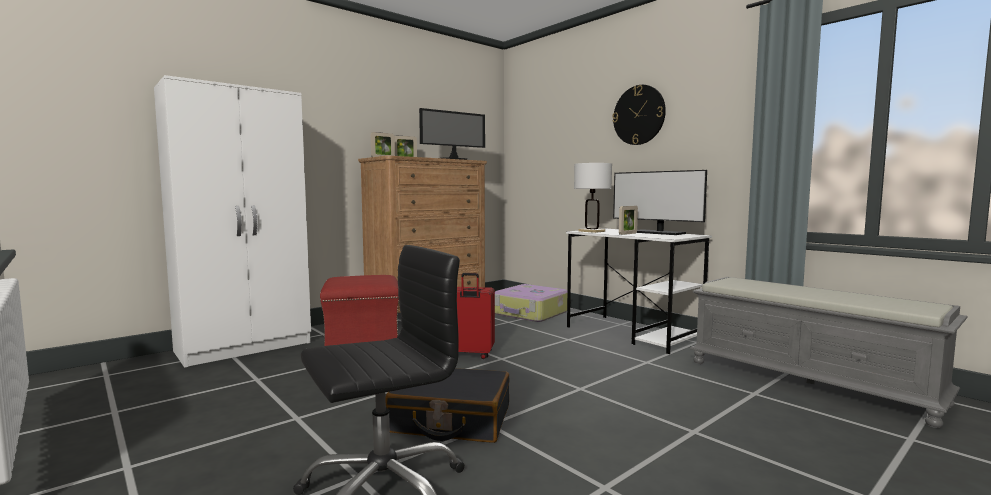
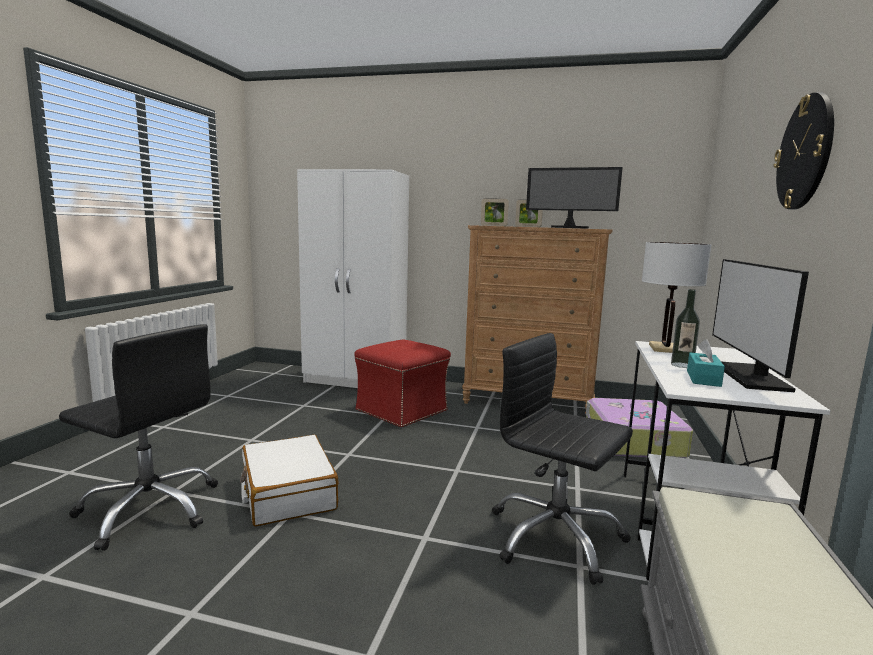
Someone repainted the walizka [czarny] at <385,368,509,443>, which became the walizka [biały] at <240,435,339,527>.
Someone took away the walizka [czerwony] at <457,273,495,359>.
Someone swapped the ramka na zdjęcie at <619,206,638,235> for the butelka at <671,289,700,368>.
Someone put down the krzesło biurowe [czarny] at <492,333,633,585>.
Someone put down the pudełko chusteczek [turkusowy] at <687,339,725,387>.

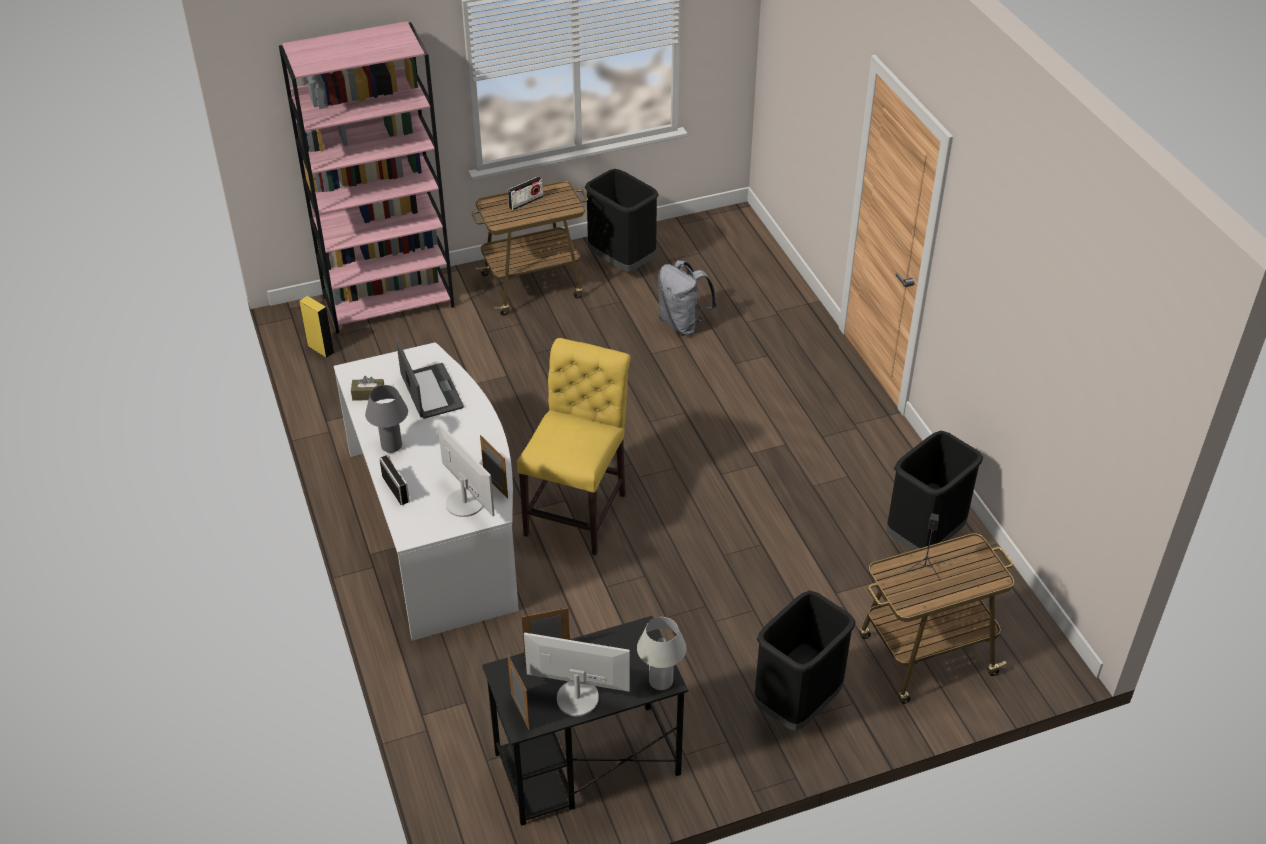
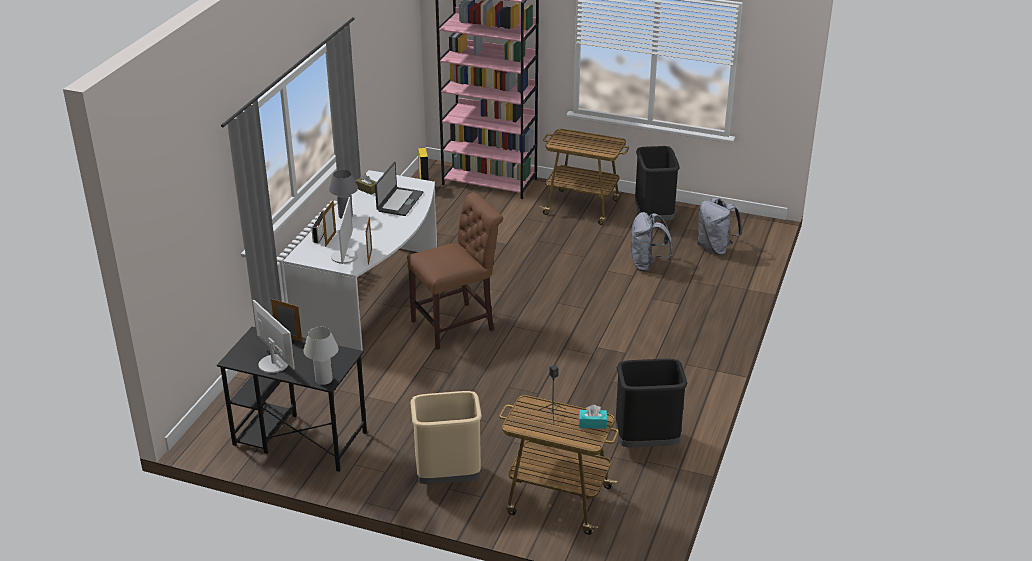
Someone took away the radio at <508,176,543,210>.
Someone carried the ramka na zdjęcie from <508,655,530,730> to <322,200,336,247>.
Someone repainted the krzesło [żółty] at <517,338,631,555>, which became the krzesło [brązowy] at <407,192,503,350>.
Someone repainted the kosz na śmieci [czarny] at <754,590,856,731>, which became the kosz na śmieci [beżowy] at <410,391,482,484>.
Someone put down the pudełko chusteczek [turkusowy] at <579,405,607,429>.
Someone put down the plecak [szary] at <697,198,742,255>.

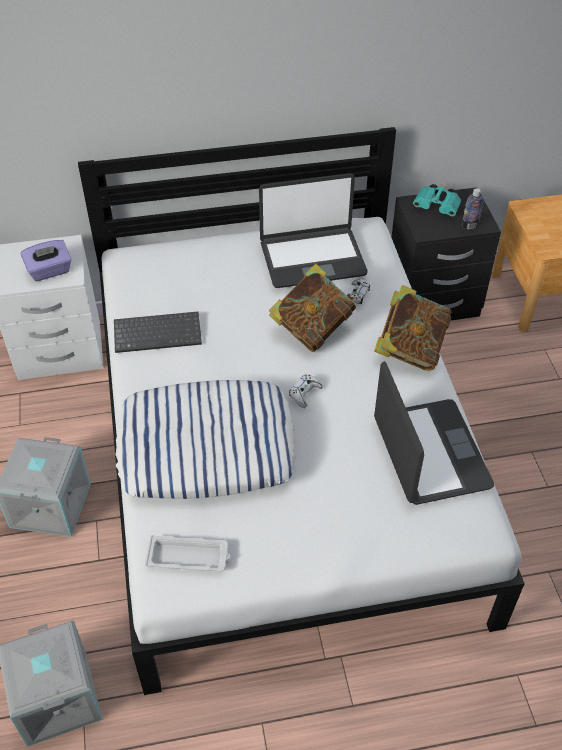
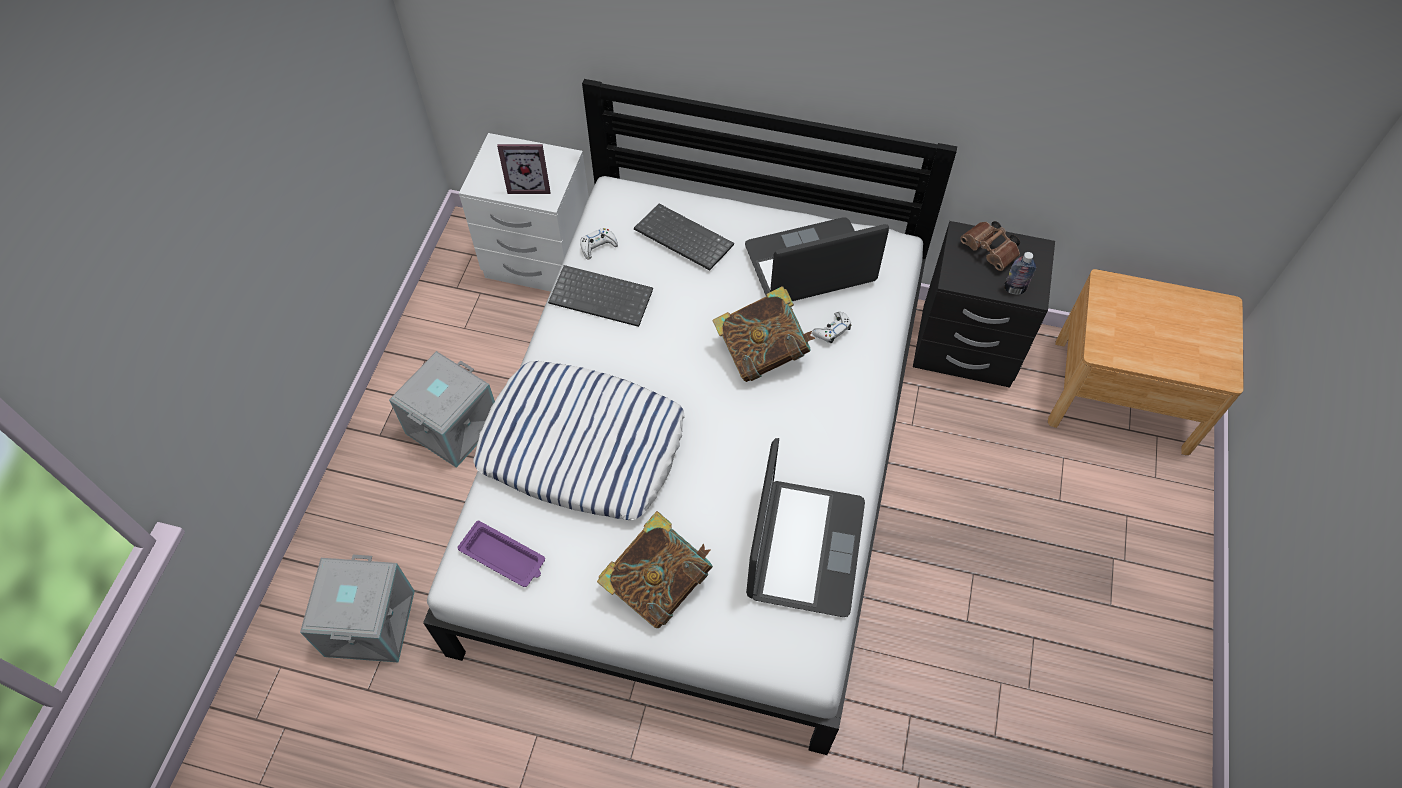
Someone swapped the pudełko chusteczek [fioletowy] at <20,240,71,281> for the ramka na zdjęcie at <497,144,550,194>.
Someone repainted the taca [biały] at <145,535,230,572>, which became the taca [fioletowy] at <457,520,545,587>.
Someone rotated the laptop at <259,173,368,288> by 150 degrees clockwise.
Someone carried the pad do gier [biały] from <289,375,323,408> to <580,228,618,260>.
Someone carried the książka from <374,285,451,371> to <597,511,713,628>.
Someone repainted the lornetka [turkusowy] at <413,184,461,216>, which became the lornetka [brązowy] at <960,221,1020,271>.
Someone put down the klawiatura at <634,204,734,270>.

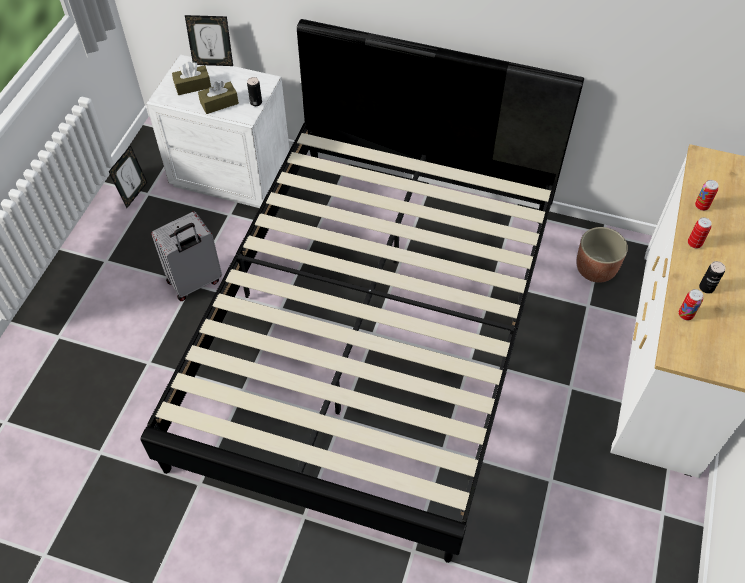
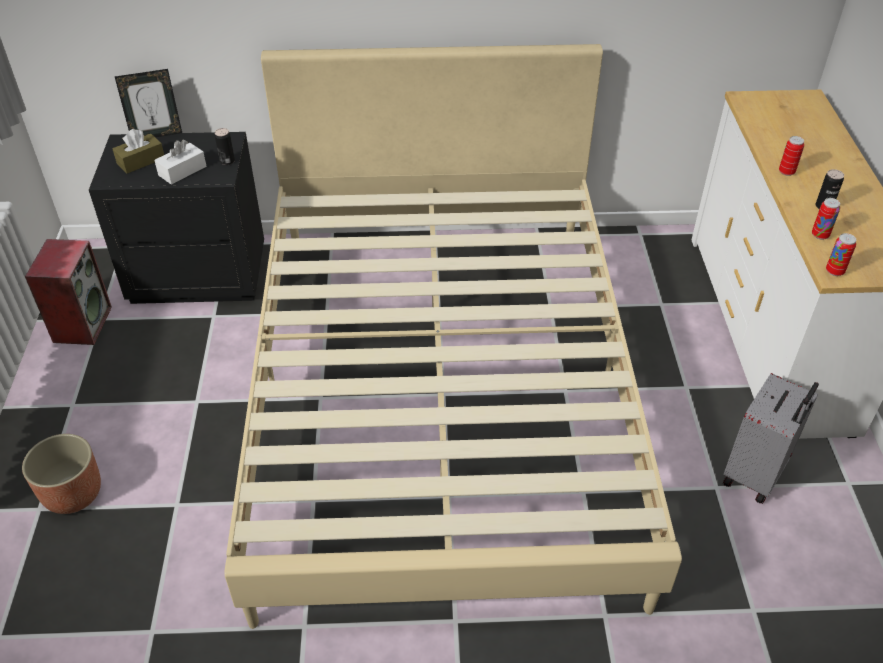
Someone swapped the ramka na zdjęcie at <108,145,147,208> for the głośnik at <25,239,112,345>.
Someone repainted the łóżko [czarny] at <140,19,584,563>, which became the łóżko [beżowy] at <224,44,682,629>.
Someone repainted the szafka nocna [biały] at <146,54,290,208>, which became the szafka nocna [czarny] at <89,132,264,304>.
Someone carried the walizka [szary] from <151,212,222,301> to <723,373,819,504>.
Someone repainted the pudełko chusteczek [brązowy] at <198,81,239,114>, which became the pudełko chusteczek [biały] at <154,140,206,185>.
Someone carried the donica from <576,227,628,283> to <22,434,101,514>.
Someone carried the puszka from <695,180,719,211> to <826,233,856,276>.

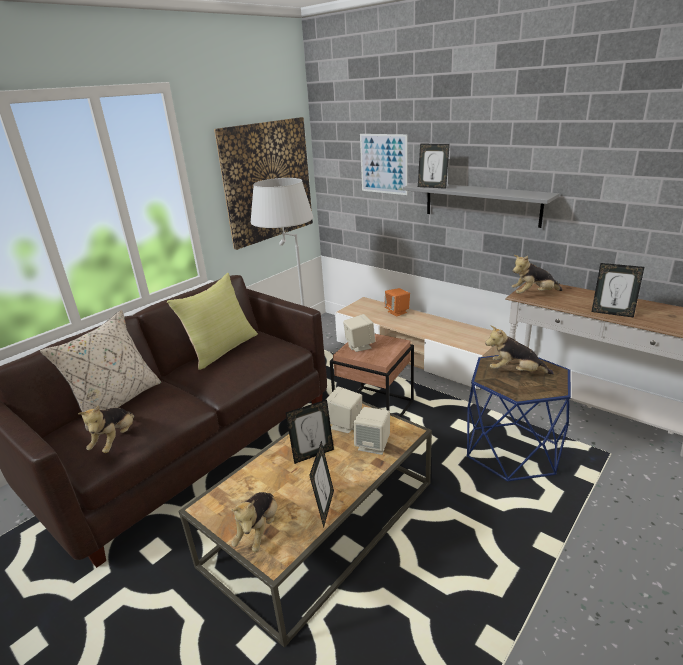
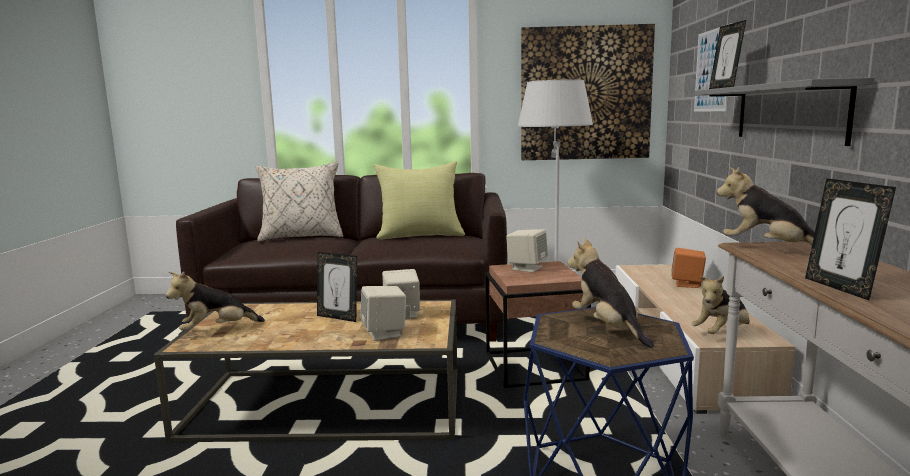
Someone carried the pluszak from <78,405,135,453> to <692,276,749,334>.
Someone took away the ramka na zdjęcie at <309,441,334,528>.

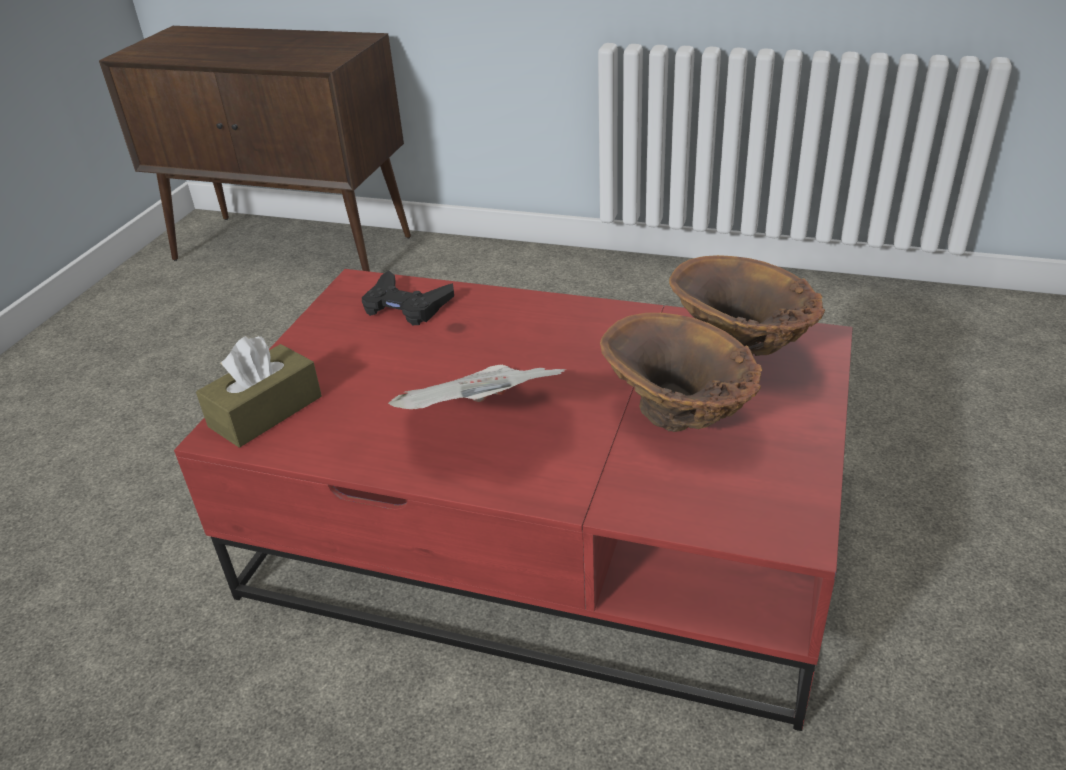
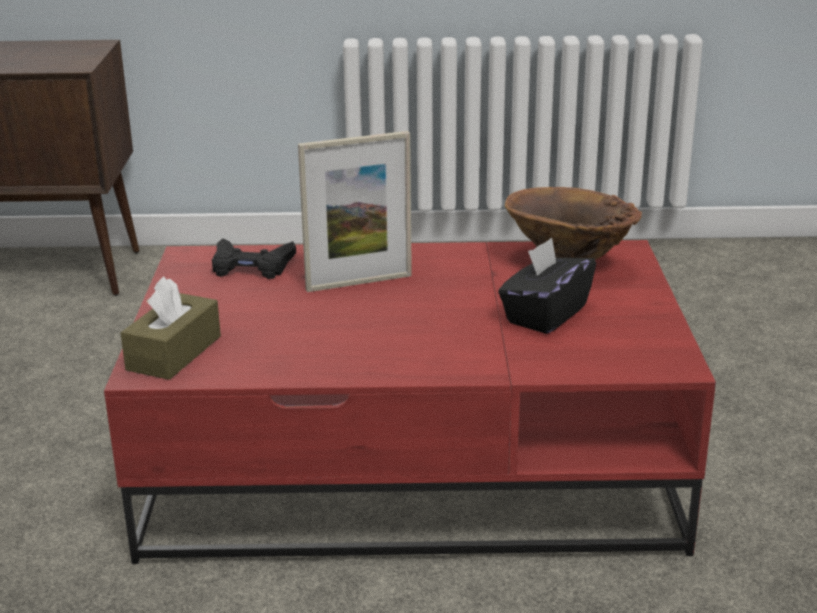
Someone took away the gazeta at <388,364,566,409>.
Someone swapped the wazon [brązowy] at <600,313,762,432> for the pudełko chusteczek [czarny] at <498,238,596,334>.
Someone put down the ramka na zdjęcie at <298,131,412,292>.

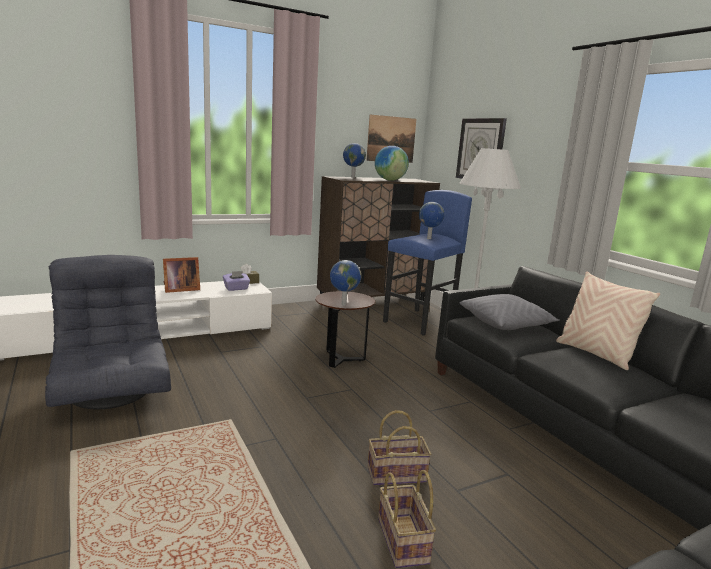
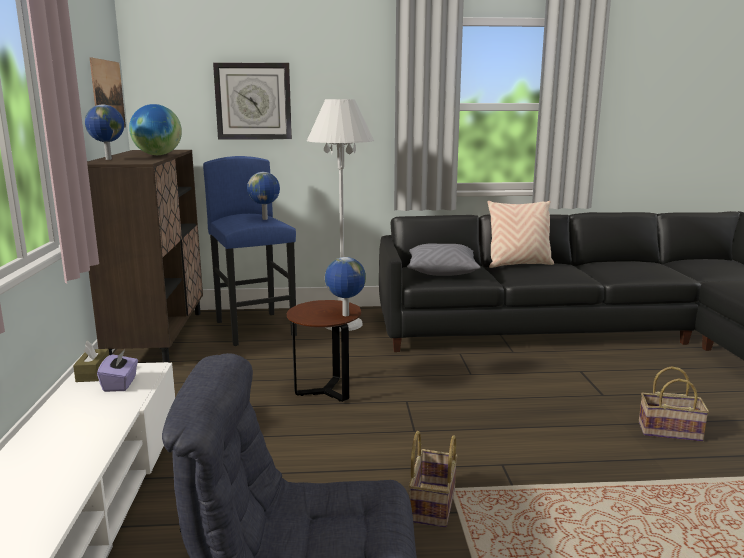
Someone took away the ramka na zdjęcie at <163,257,200,293>.
Someone carried the koszyk from <368,410,431,486> to <409,431,458,528>.

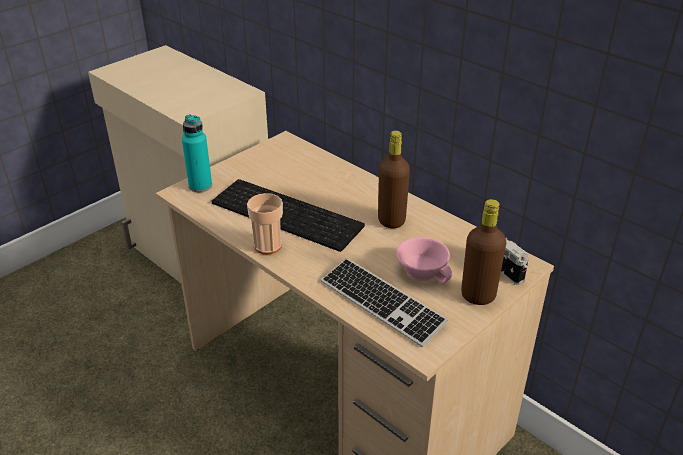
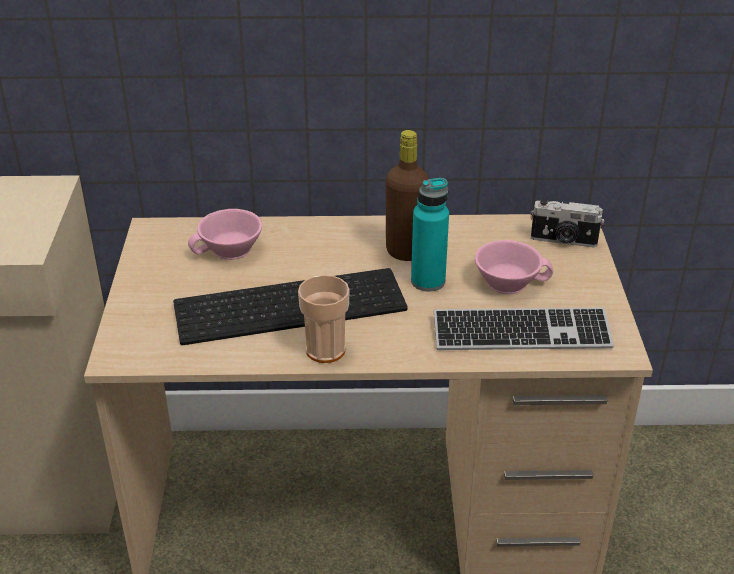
Someone carried the butelka [turkusowy] from <182,114,212,192> to <411,178,449,291>.
Someone took away the butelka [brązowy] at <461,199,506,305>.
Someone put down the filiżanka [różowy] at <188,209,262,260>.

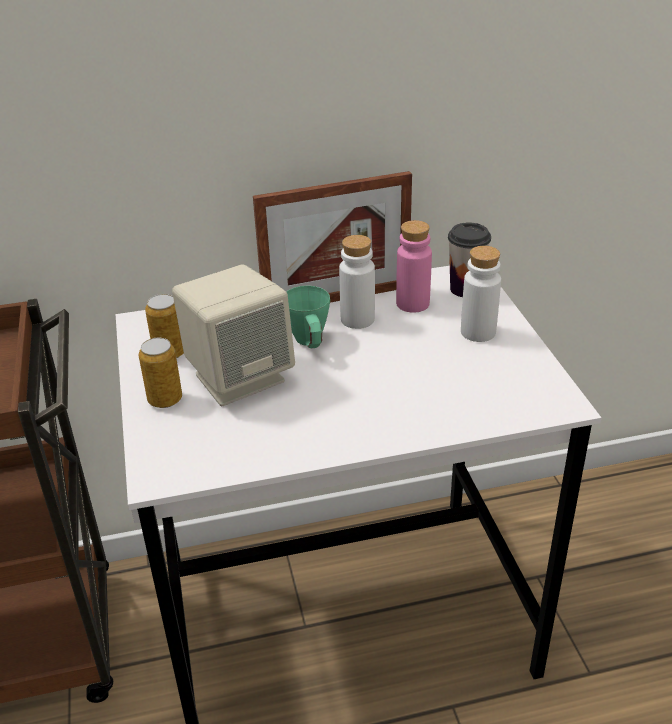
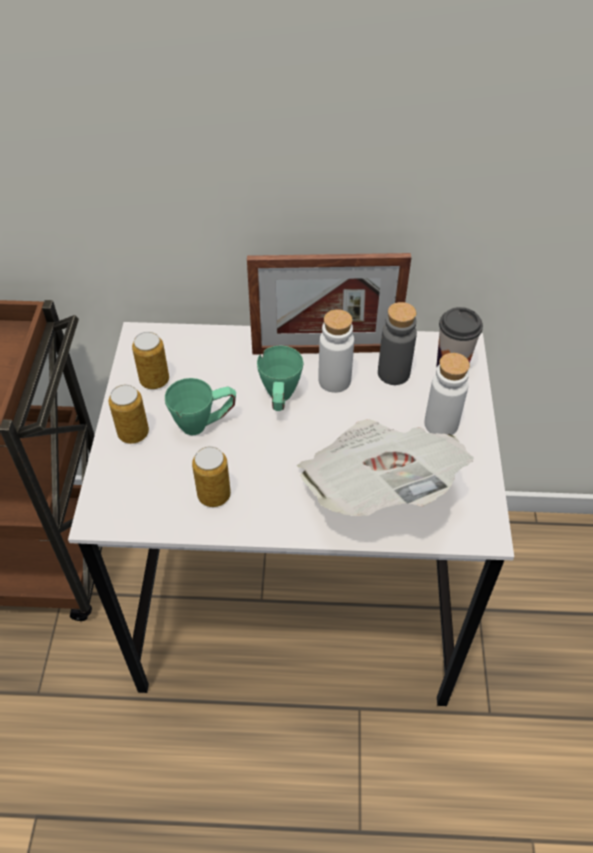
Someone swapped the głośnik [beżowy] at <172,264,295,406> for the kubek [zielony] at <165,378,236,435>.
Someone repainted the butelka [różowy] at <396,220,432,313>, which became the butelka [szary] at <378,302,417,385>.
Someone put down the puszka at <192,446,231,507>.
Someone put down the gazeta at <297,419,474,516>.

